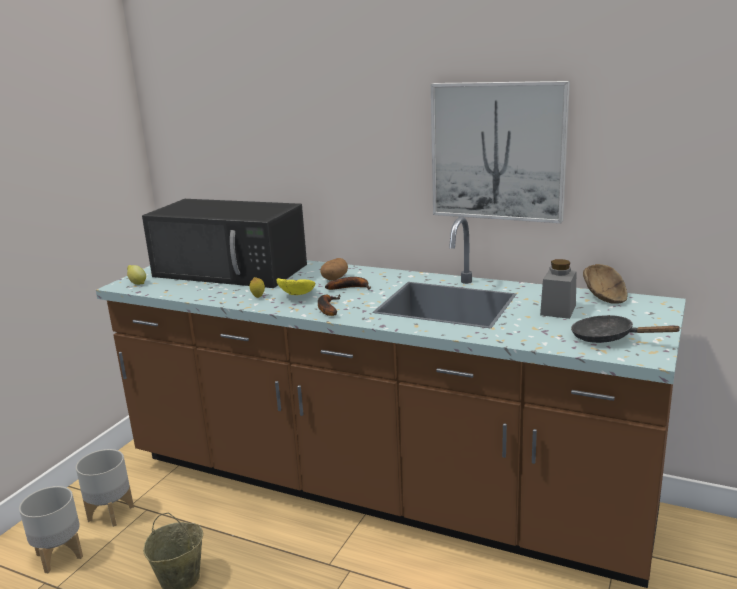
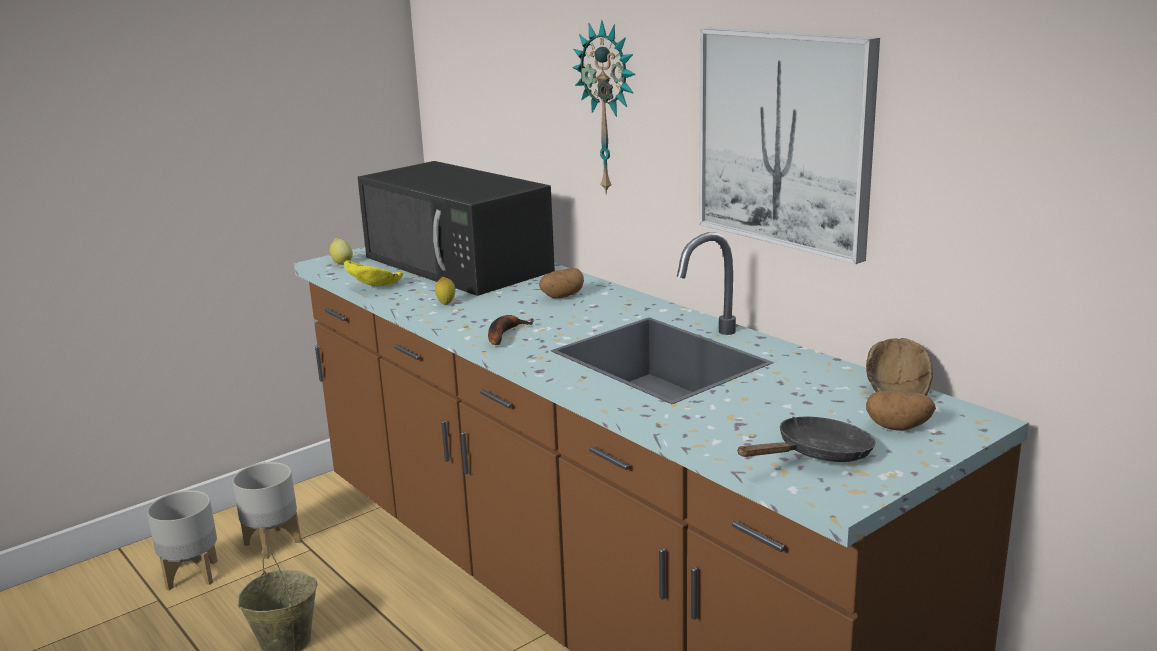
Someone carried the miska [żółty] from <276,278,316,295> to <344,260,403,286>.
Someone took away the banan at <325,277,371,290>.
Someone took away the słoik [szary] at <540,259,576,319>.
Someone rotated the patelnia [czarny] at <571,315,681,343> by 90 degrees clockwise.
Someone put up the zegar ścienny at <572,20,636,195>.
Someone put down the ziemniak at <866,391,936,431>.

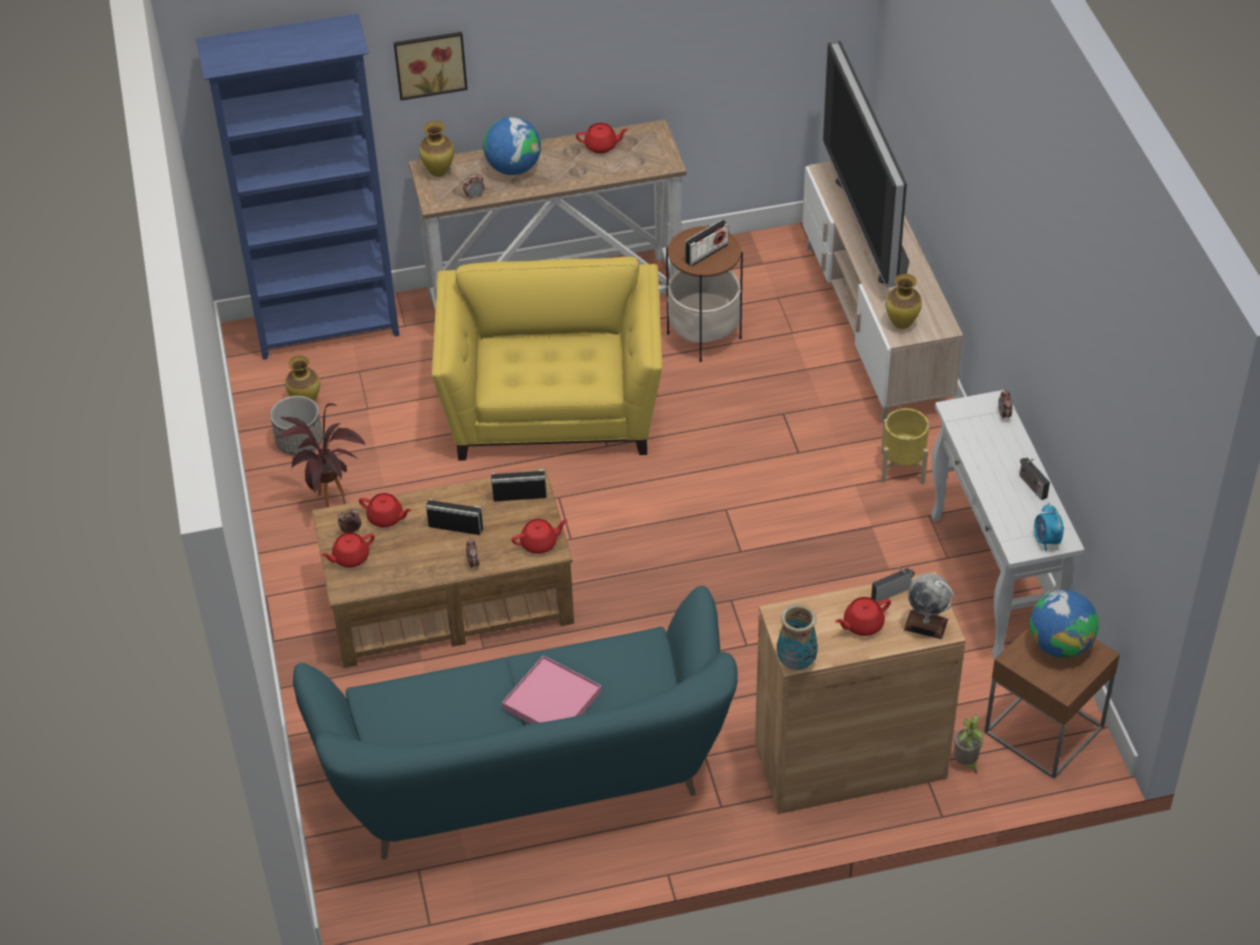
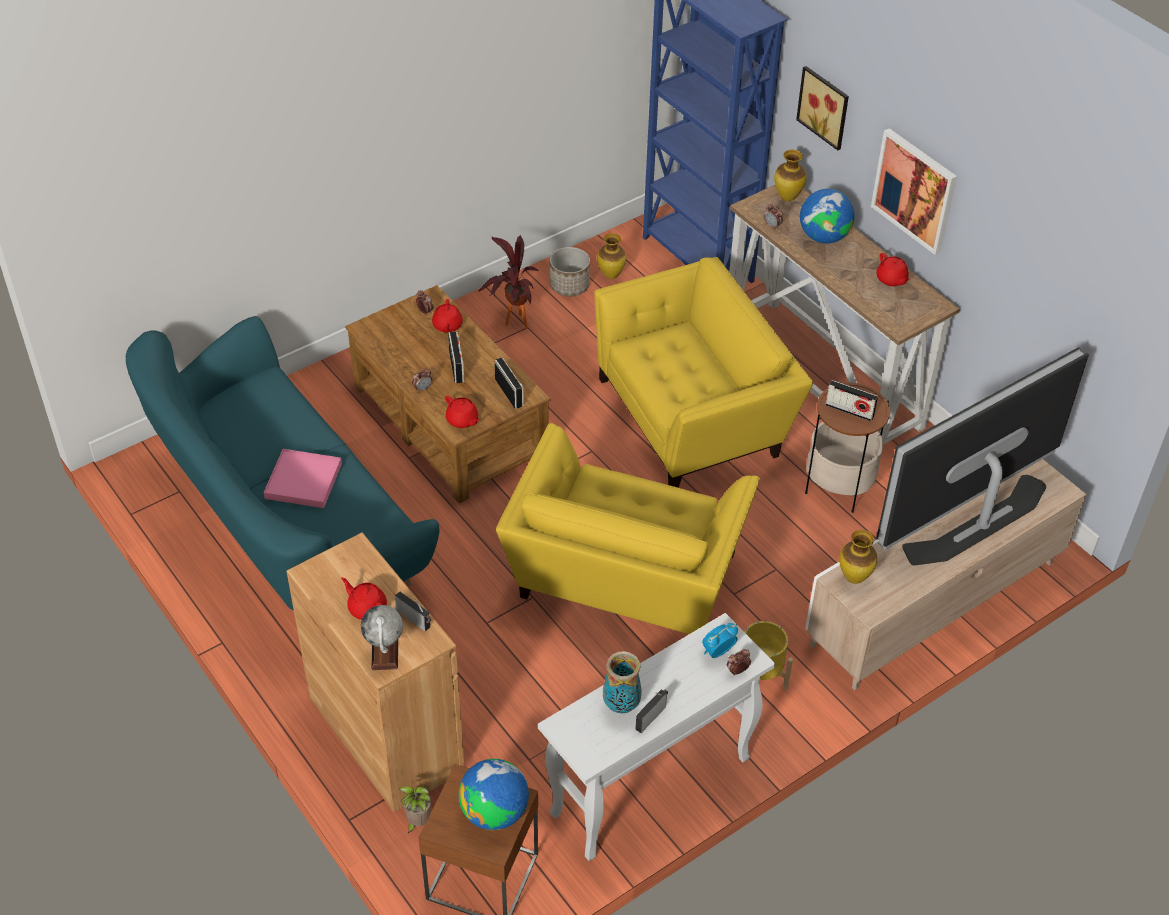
Someone took away the imbryk [czerwony] at <320,532,375,568>.
Someone carried the wazon from <777,604,818,670> to <603,651,642,713>.
Someone carried the budzik from <1034,503,1064,551> to <702,623,738,658>.
Someone put down the fotel [żółty] at <496,423,760,634>.
Someone put up the obraz at <871,128,957,255>.

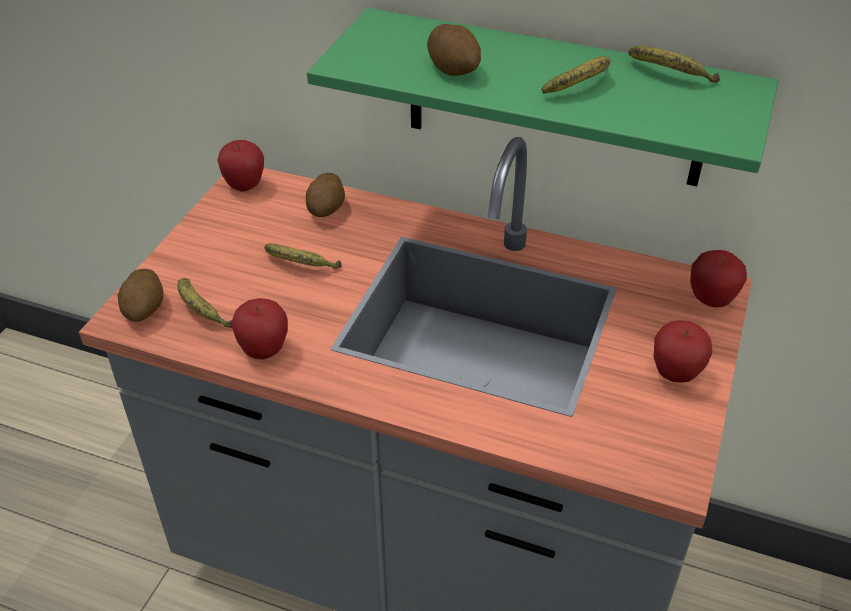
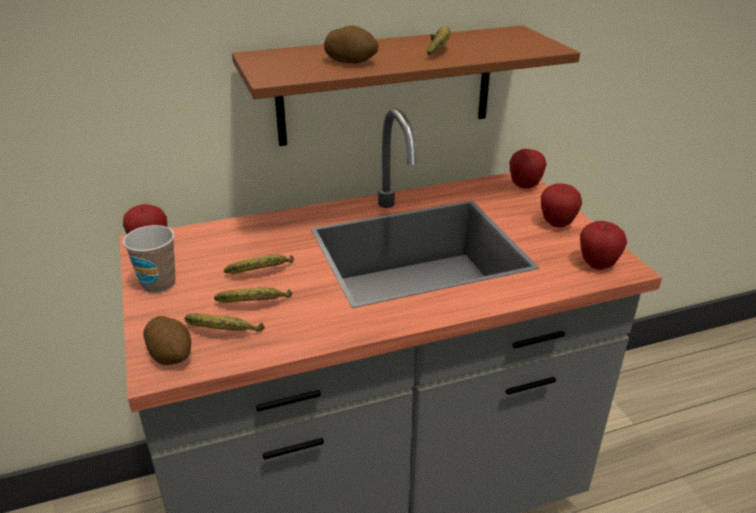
Someone carried the jabłko from <231,298,288,359> to <580,221,627,270>.
Someone took away the ziemniak at <306,173,345,217>.
Someone repainted the półka [zielony] at <307,8,779,186>, which became the półka [brązowy] at <232,26,580,146>.
Someone carried the banan from <628,46,720,83> to <214,287,292,303>.
Someone put down the filiżanka at <123,225,176,293>.

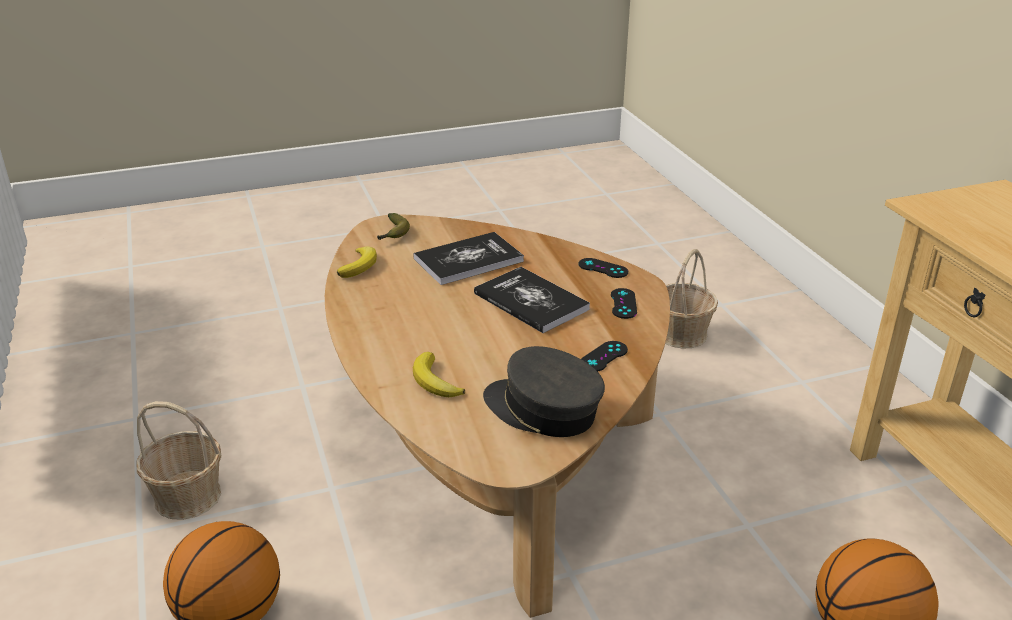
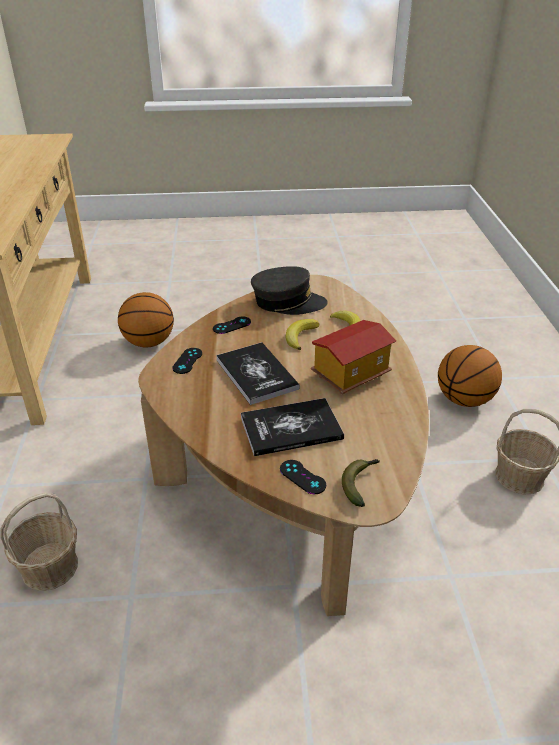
Someone carried the banan from <337,246,377,278> to <286,319,319,350>.
Someone rotated the czapka z daszkiem [szary] at <483,346,605,437> by 45 degrees counterclockwise.
Someone carried the pad do gier [czarny] from <578,258,628,278> to <280,460,326,494>.
Someone put down the domek at <311,320,396,395>.

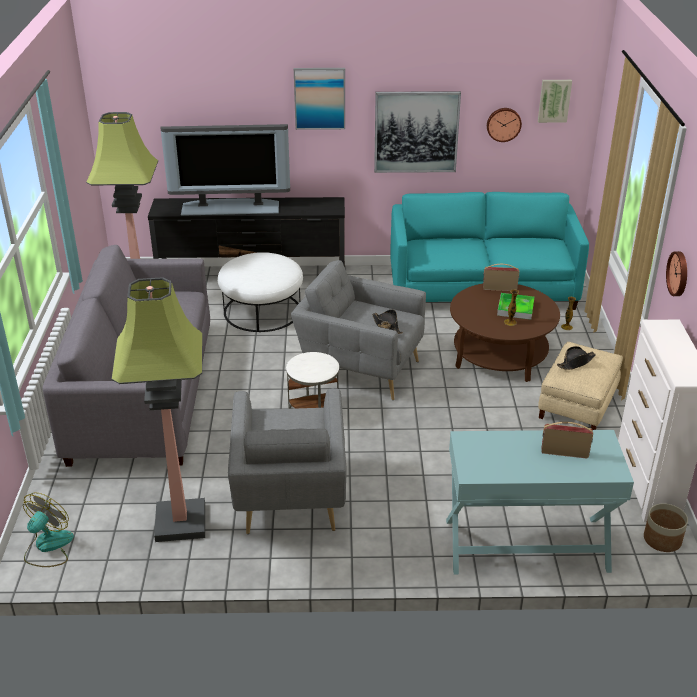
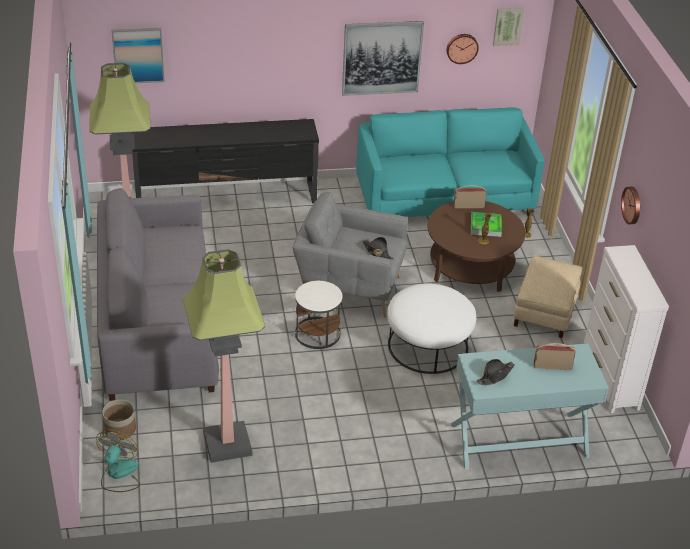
Someone took away the telewizor at <160,124,290,216>.
Someone carried the pufa [biały] from <218,252,303,332> to <387,283,476,374>.
Someone took away the fotel [szary] at <228,388,347,534>.
Someone carried the obraz from <294,68,345,130> to <112,28,165,83>.
Someone carried the kapelusz [czarny] from <557,346,596,370> to <477,359,515,385>.
Someone carried the donica from <644,503,688,552> to <102,400,136,440>.

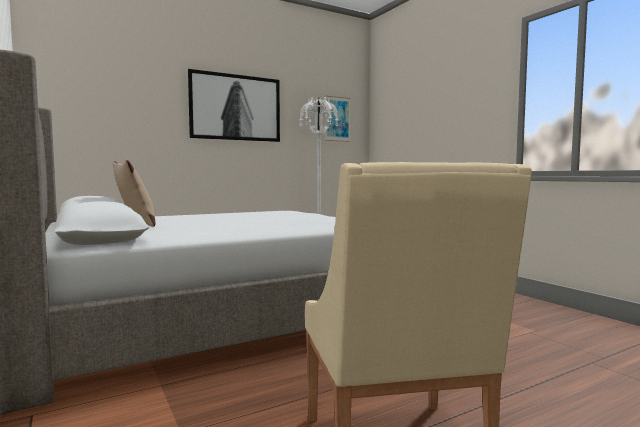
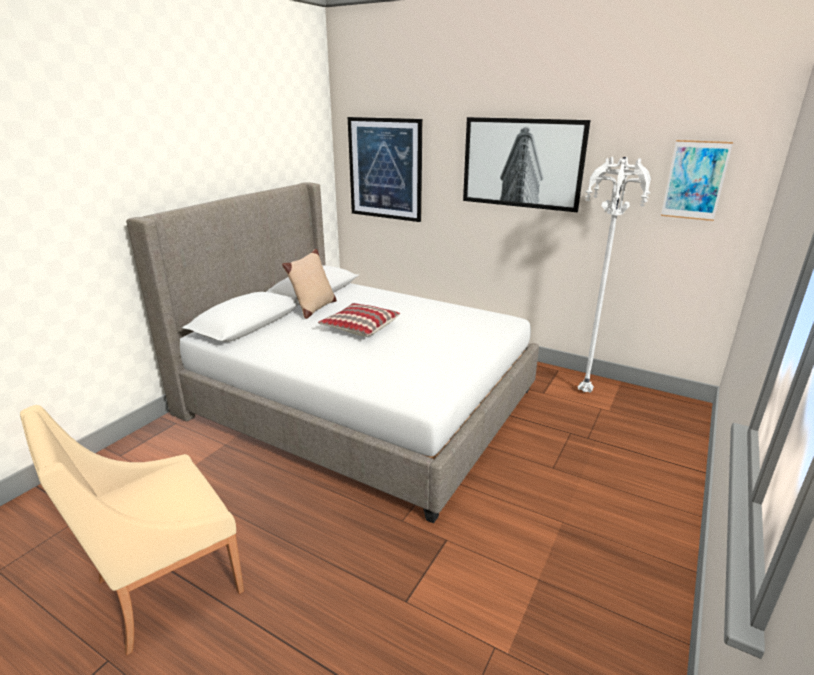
Someone put down the poduszka at <318,303,400,337>.
Someone put up the obraz at <348,117,422,222>.

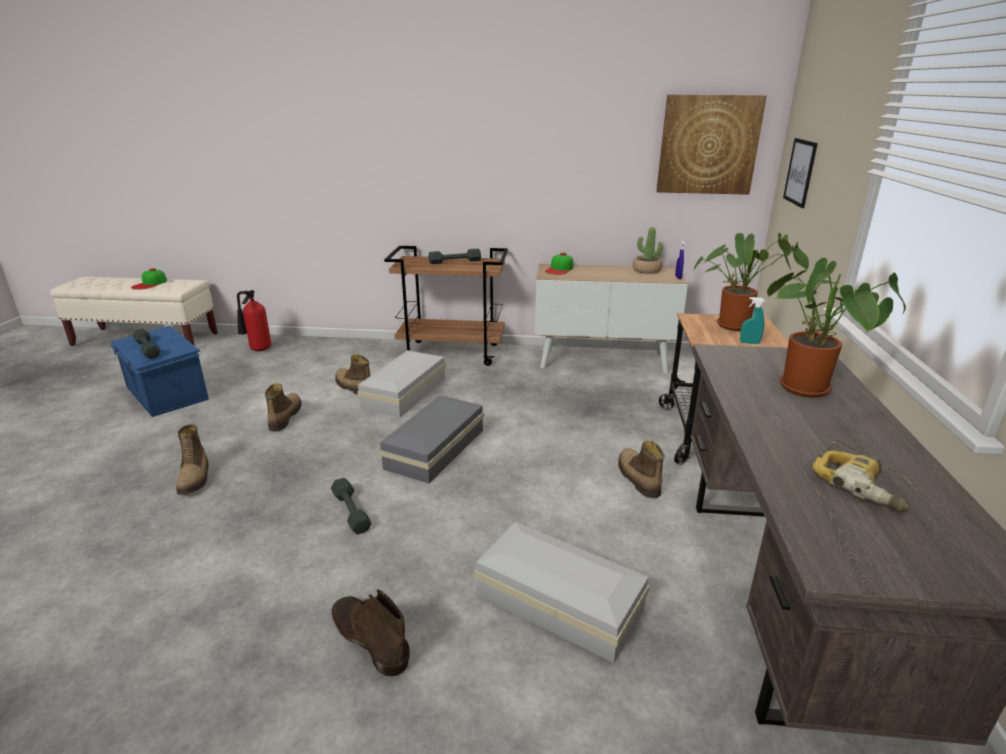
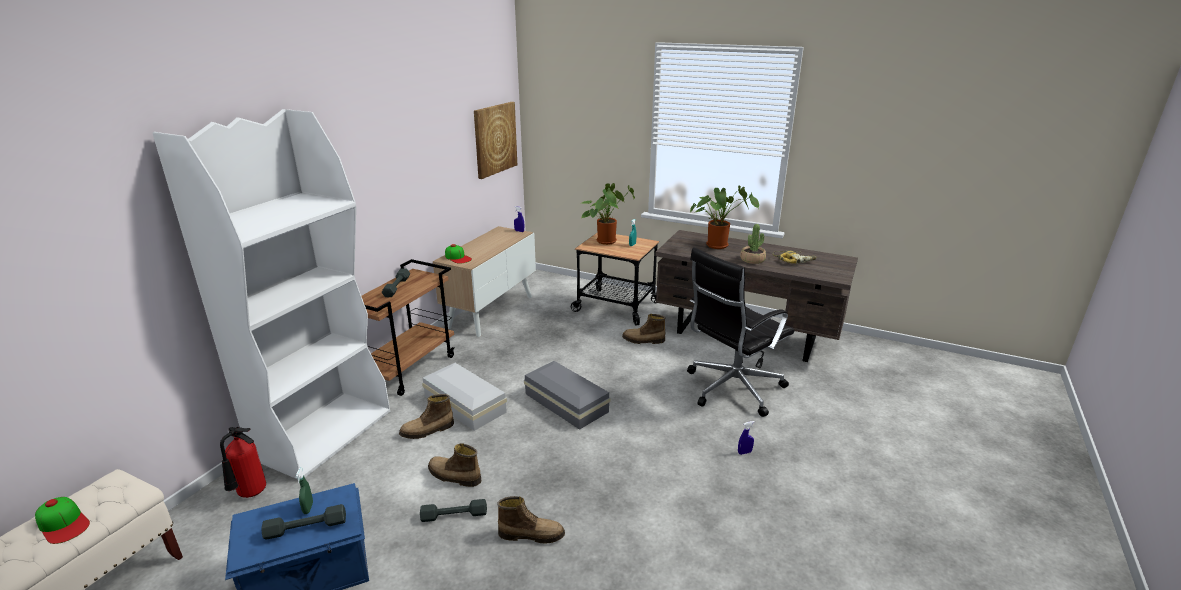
Someone carried the hantel [szary] from <331,478,371,535> to <420,499,487,522>.
Someone swapped the but z cholewką [brązowy] at <331,590,410,676> for the spryskiwacz [niebieski] at <738,421,755,455>.
Someone swapped the pojemnik do przechowywania [biały] at <474,522,650,663> for the krzesło biurowe [czarny] at <687,247,795,417>.
Someone carried the roślina doniczkowa from <633,227,663,274> to <740,224,766,264>.
Someone took away the obraz at <783,138,818,208>.
Someone put down the regał [biały] at <153,109,390,479>.
Someone put down the spryskiwacz [zielony] at <296,468,313,514>.

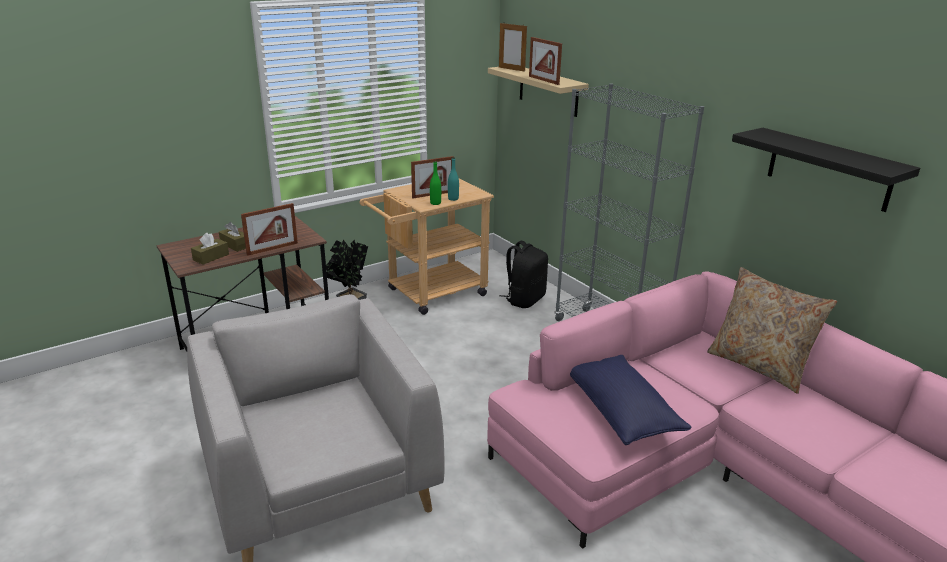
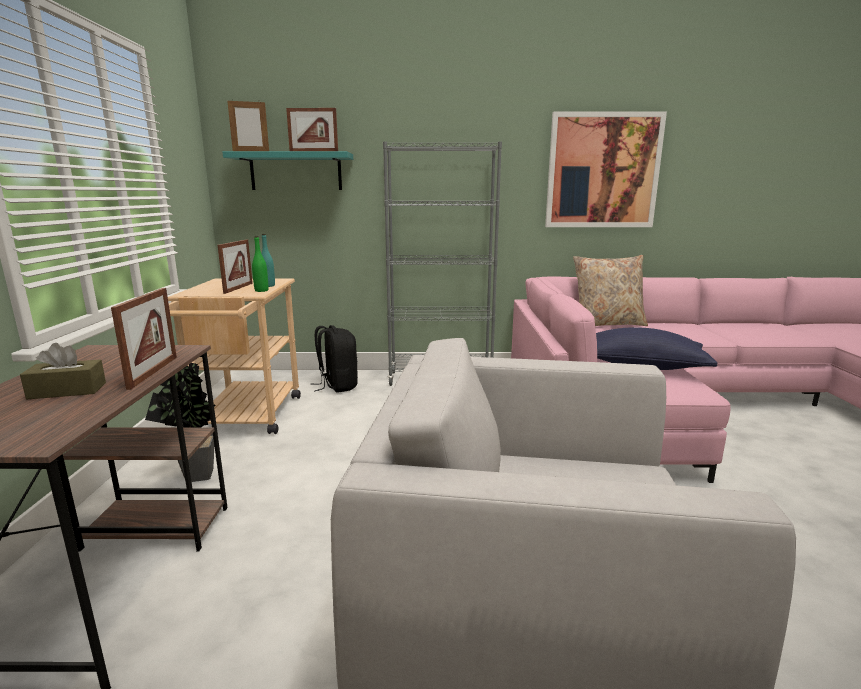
Someone took away the pudełko chusteczek [brązowy] at <191,233,229,265>.
Someone repainted the półka [beżowy] at <488,67,589,117>, which became the półka [turkusowy] at <222,151,353,190>.
Someone swapped the półka [czarny] at <732,128,920,212> for the obraz at <545,111,667,227>.

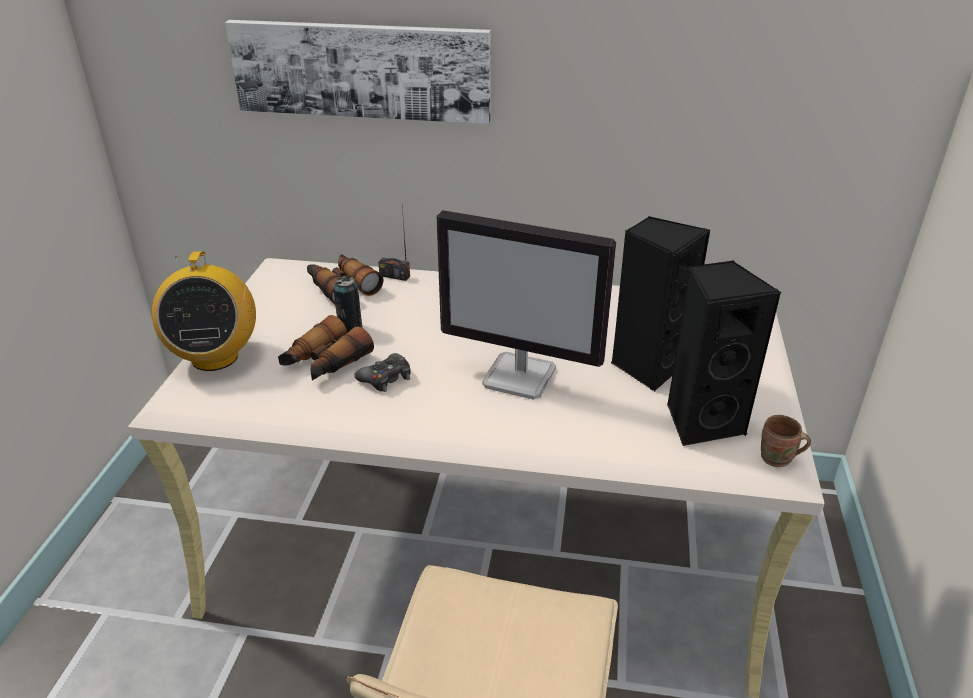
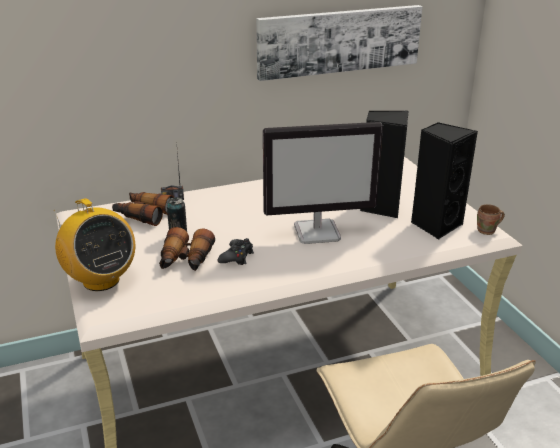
Someone carried the obraz from <225,20,491,124> to <256,5,422,81>.

